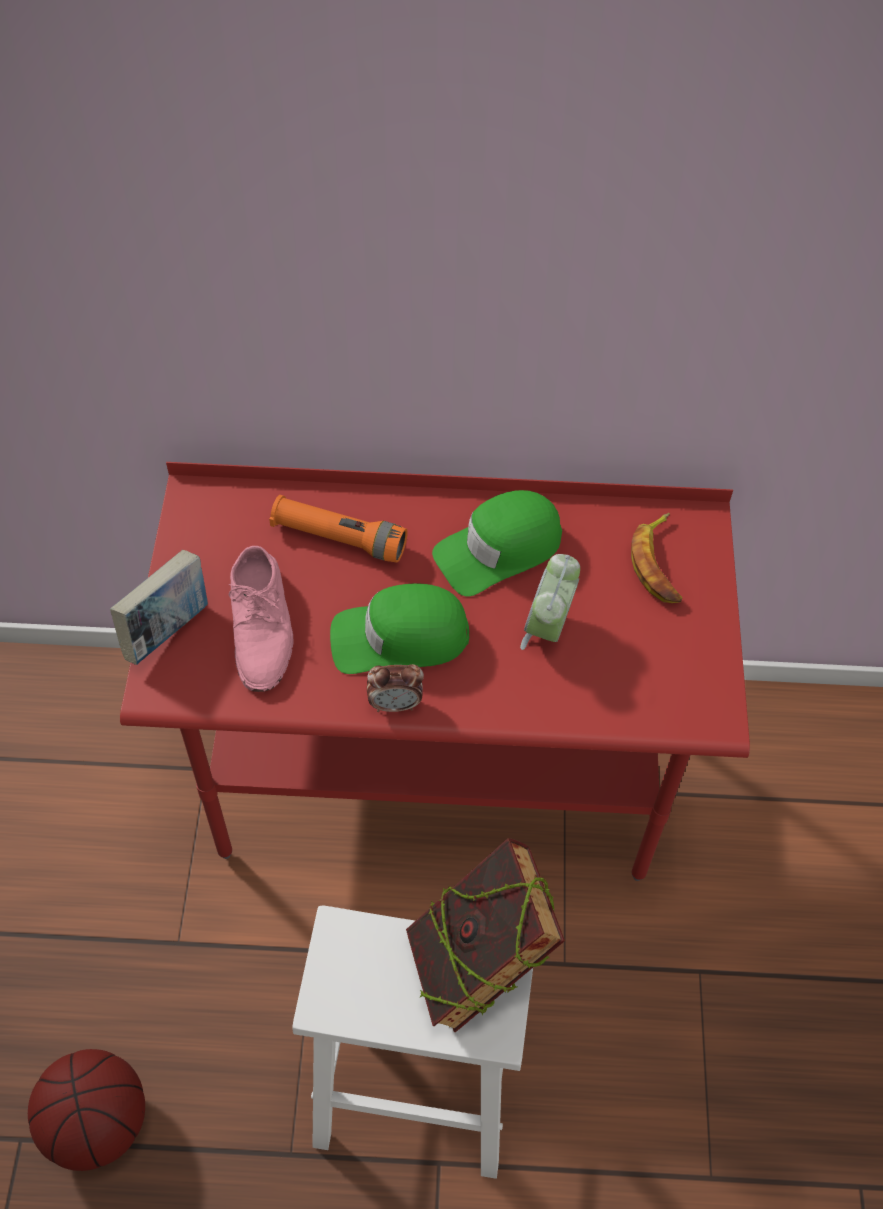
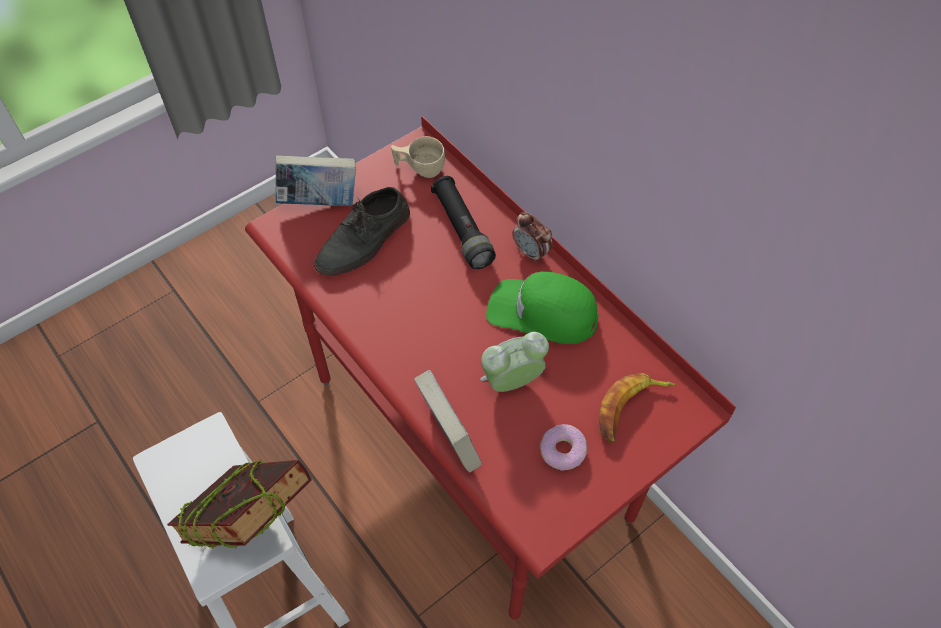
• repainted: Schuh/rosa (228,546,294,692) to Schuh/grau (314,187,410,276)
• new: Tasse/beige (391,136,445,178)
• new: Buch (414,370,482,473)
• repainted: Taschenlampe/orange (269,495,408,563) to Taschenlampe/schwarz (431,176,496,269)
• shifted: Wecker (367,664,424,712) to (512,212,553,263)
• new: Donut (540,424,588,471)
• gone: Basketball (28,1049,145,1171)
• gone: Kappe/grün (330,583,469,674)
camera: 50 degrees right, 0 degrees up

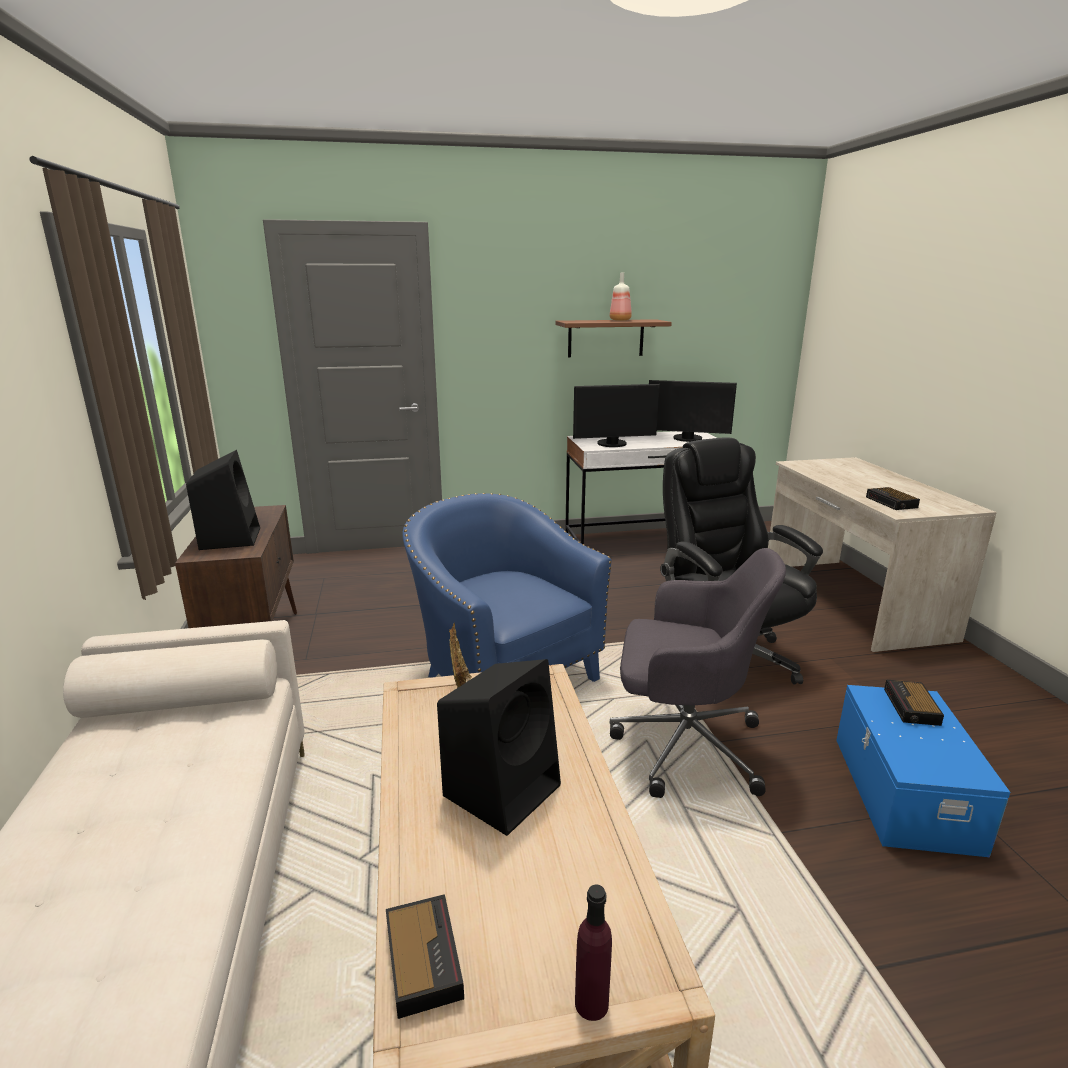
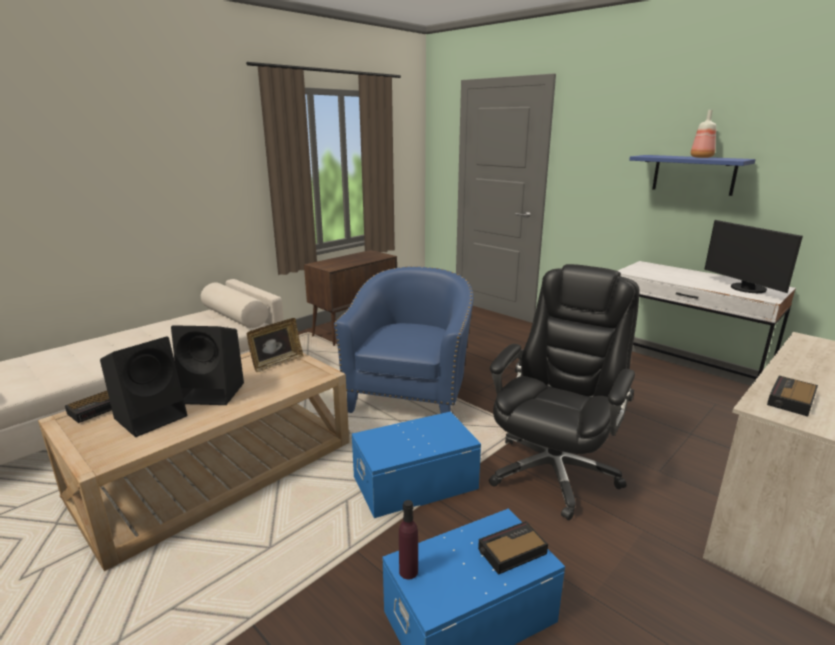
• shifted: Lautsprecher/schwarz (186,450,260,550) to (100,336,187,437)
• swapped: Bürostuhl/grau (610,548,786,798) to Aufbewahrungsbox/blau (352,411,481,518)
• shifted: Flasche/lila (575,884,612,1021) to (399,500,418,579)
• repainted: Wandregal/braun (556,319,672,357) to Wandregal/blau (629,155,756,196)
• gone: Monitor (573,384,660,447)
camera: 55 degrees right, 0 degrees up

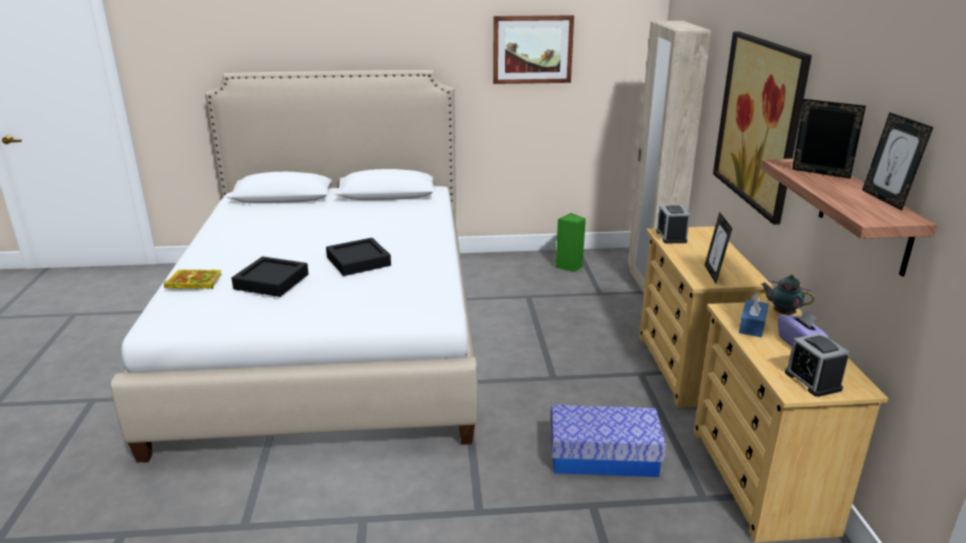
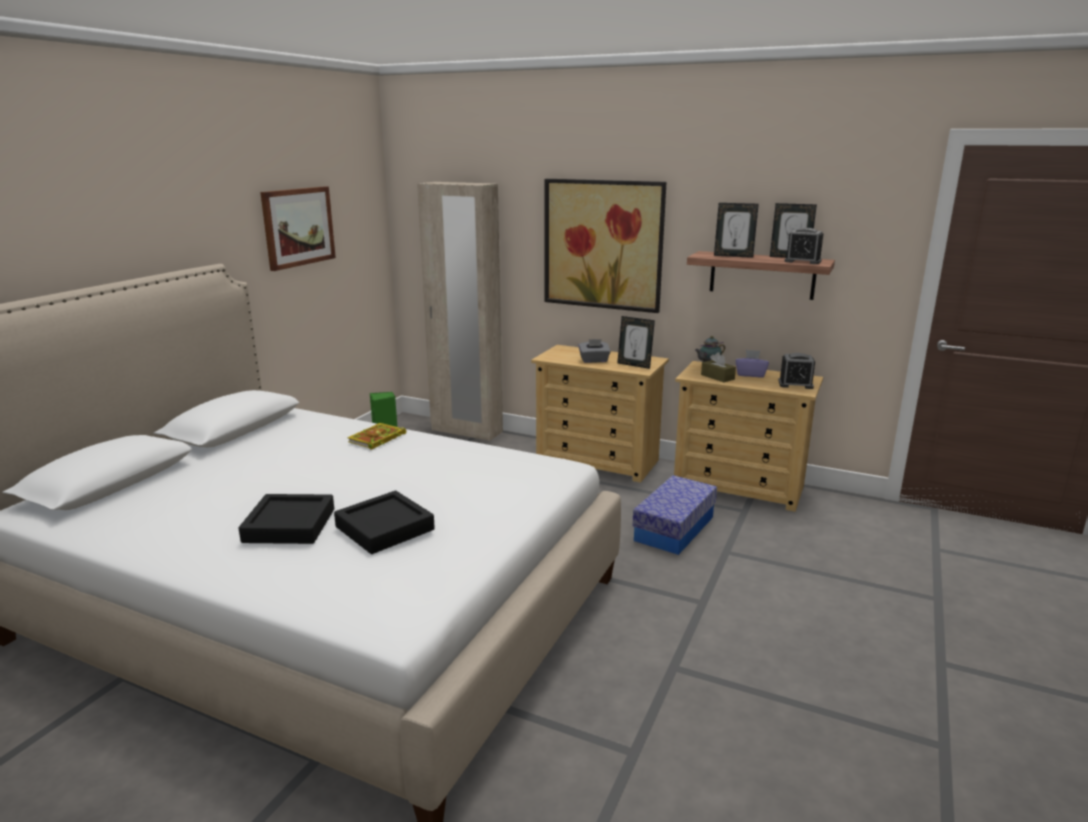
• shifted: Tablett/schwarz (326,238,391,276) to (239,494,334,544)
• shifted: Buch (164,269,223,289) to (347,423,406,449)
• new: Taschentuchbox/grau (578,339,611,363)
• repainted: Taschentuchbox/blau (739,294,768,337) to Taschentuchbox/braun (701,352,736,382)
• rotated: Bilderrahmen (792,99,866,179) = (714,203,759,258) 135 degrees counterclockwise
• shifted: Wecker (656,205,690,244) to (784,228,824,264)
camera: 60 degrees left, 5 degrees down

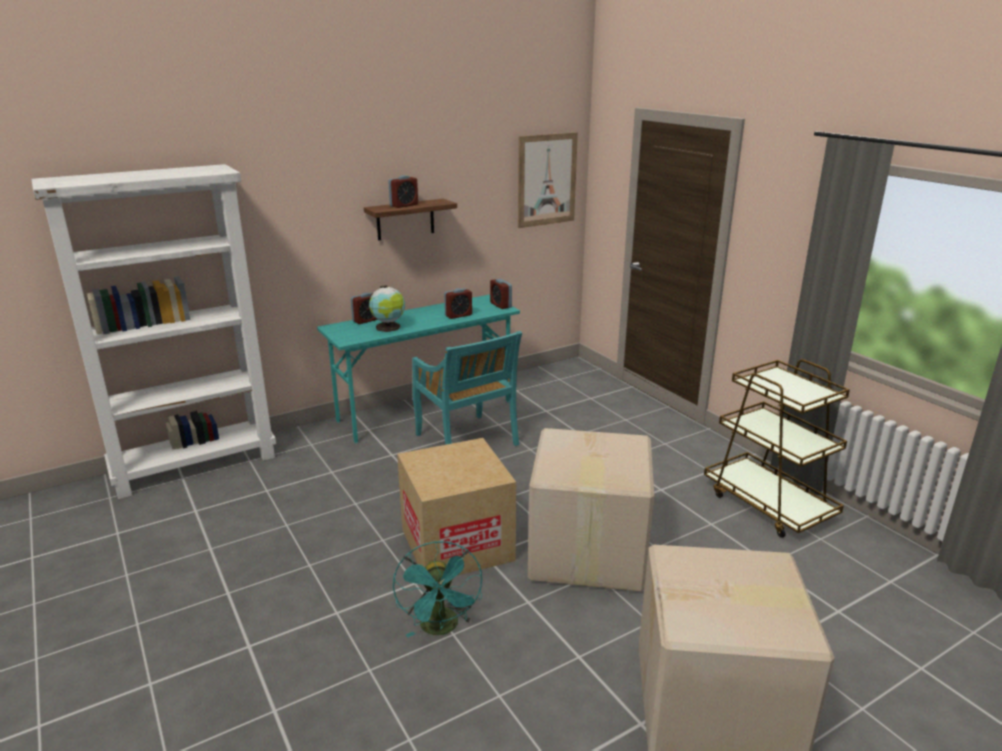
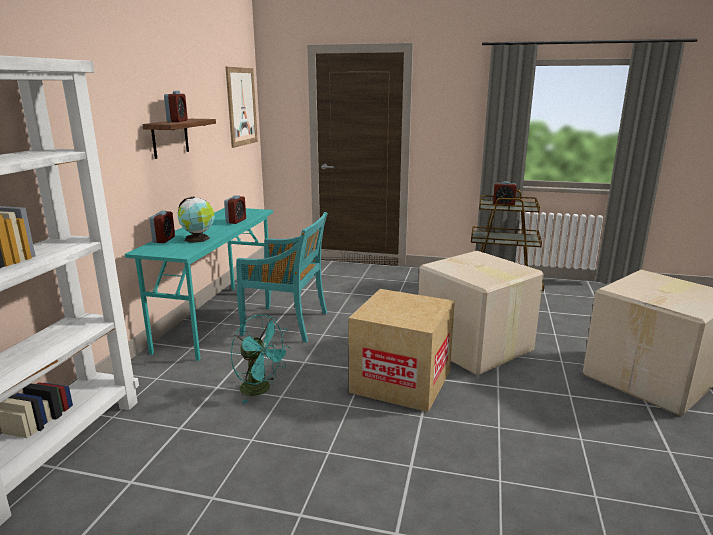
• shifted: Ventilator/türkis (393,541,482,638) to (231,315,291,404)
• shifted: Wecker (490,279,512,309) to (493,181,517,205)
camera: 45 degrees left, 5 degrees down

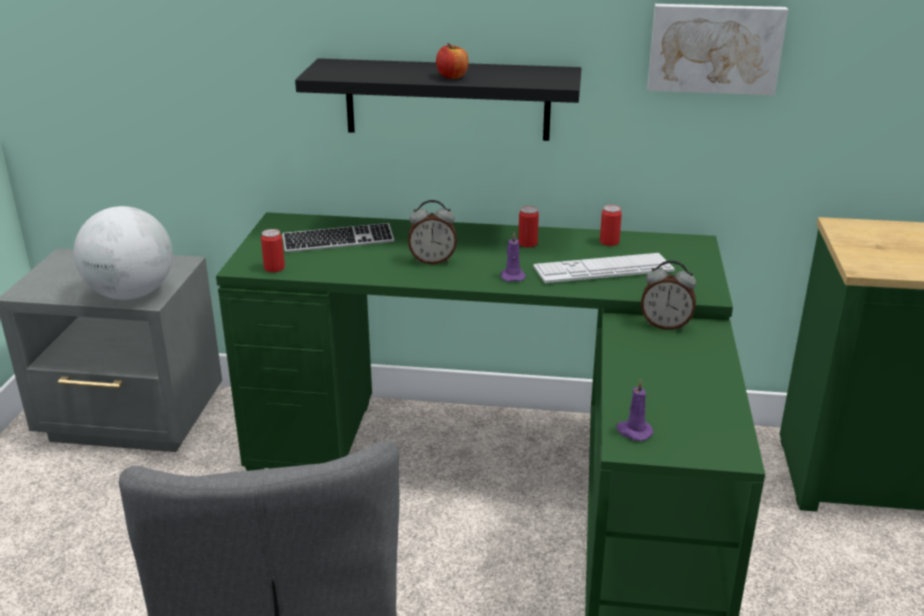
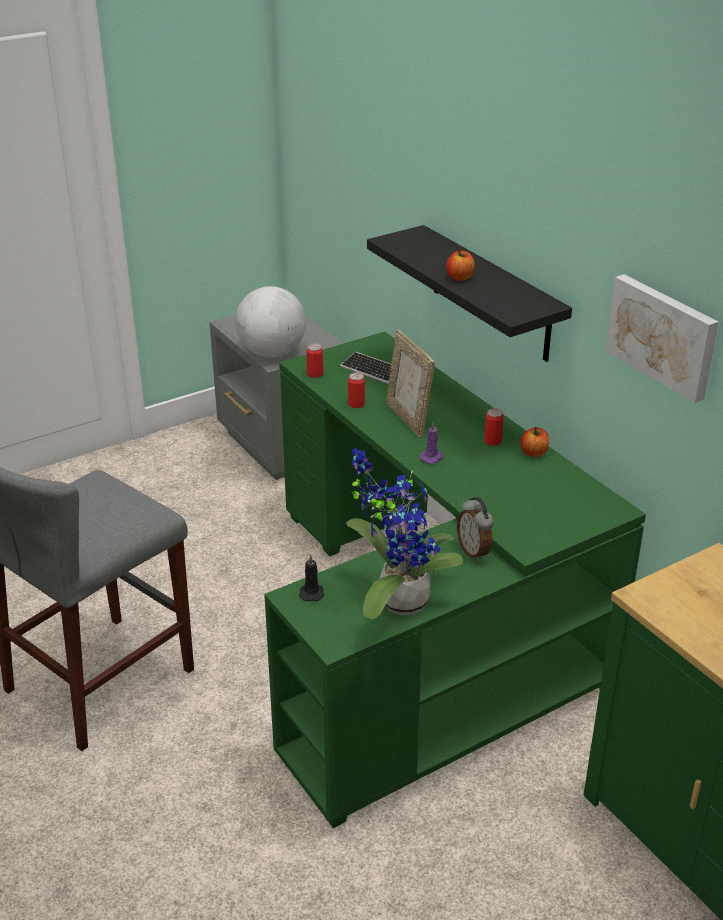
• repainted: Kerze/lila (616,379,654,441) to Kerze/schwarz (299,555,324,601)
• new: Topfpflanze (346,447,463,619)
• shifted: Dose (600,205,622,246) to (348,373,365,408)
• swapped: Wecker (408,200,457,265) to Bilderrahmen (386,330,435,438)
• new: Apfel (521,427,549,457)
• gone: Tastatur (533,253,675,283)
camera: 50 degrees right, 5 degrees up

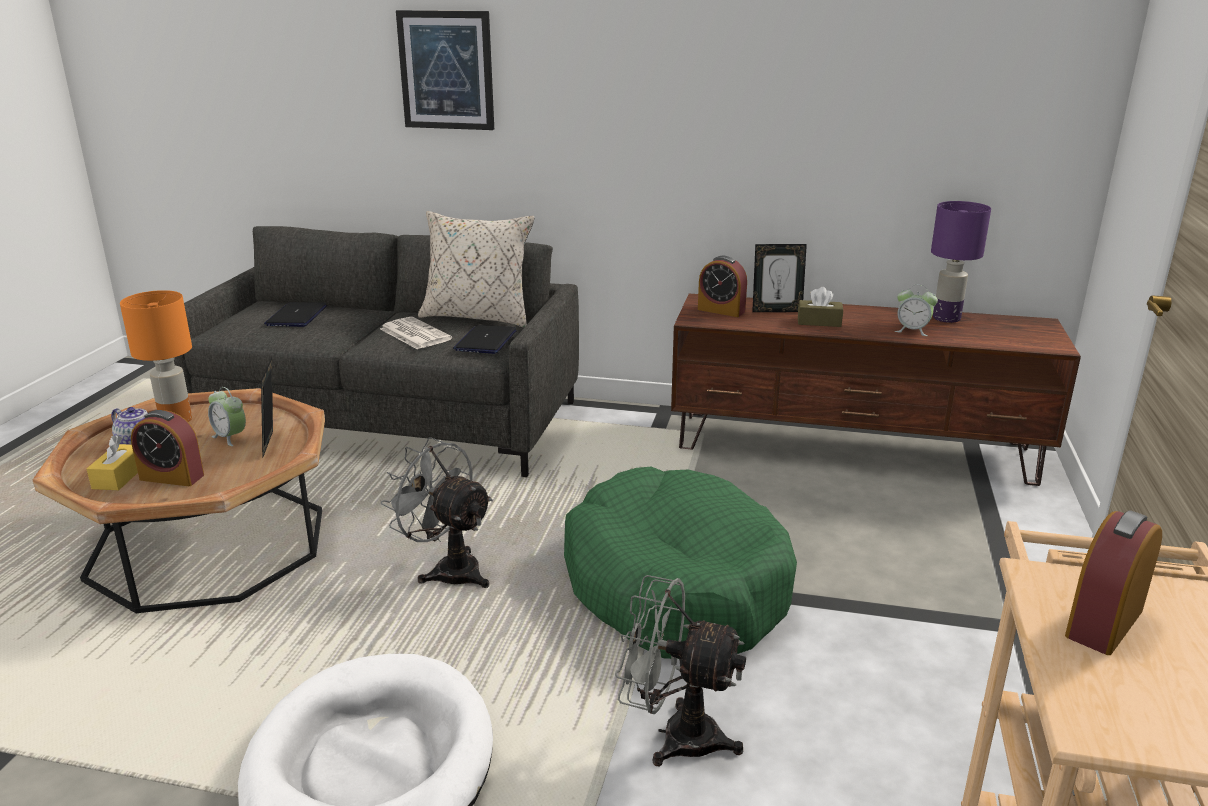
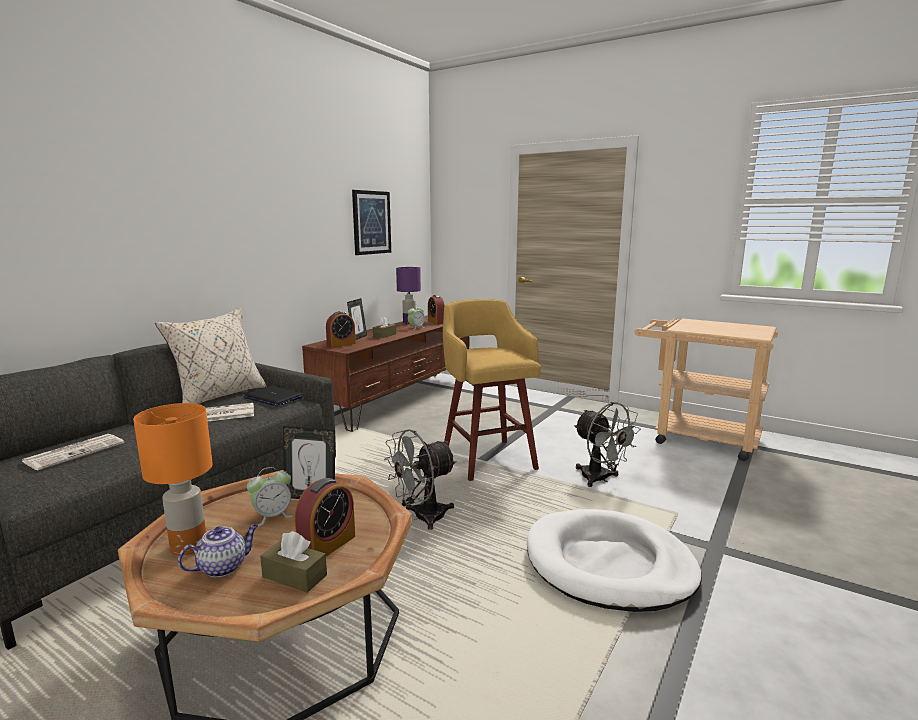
• swapped: Laptop (264,302,327,327) to Zeitung (22,434,124,470)
• repainted: Taschentuchbox/gelb (87,435,138,490) to Taschentuchbox/braun (260,531,327,593)
• shifted: Bild (396,10,494,130) to (352,190,391,255)
• shifted: Wecker (1065,510,1162,655) to (428,295,445,325)
• swapped: Hundebett/grün (564,467,797,659) to Hocker/gelb (443,299,541,481)
• rotated: Ventilator/grau (615,575,746,767) = (574,402,641,487) 75 degrees counterclockwise
camera: 70 degrees left, 10 degrees down

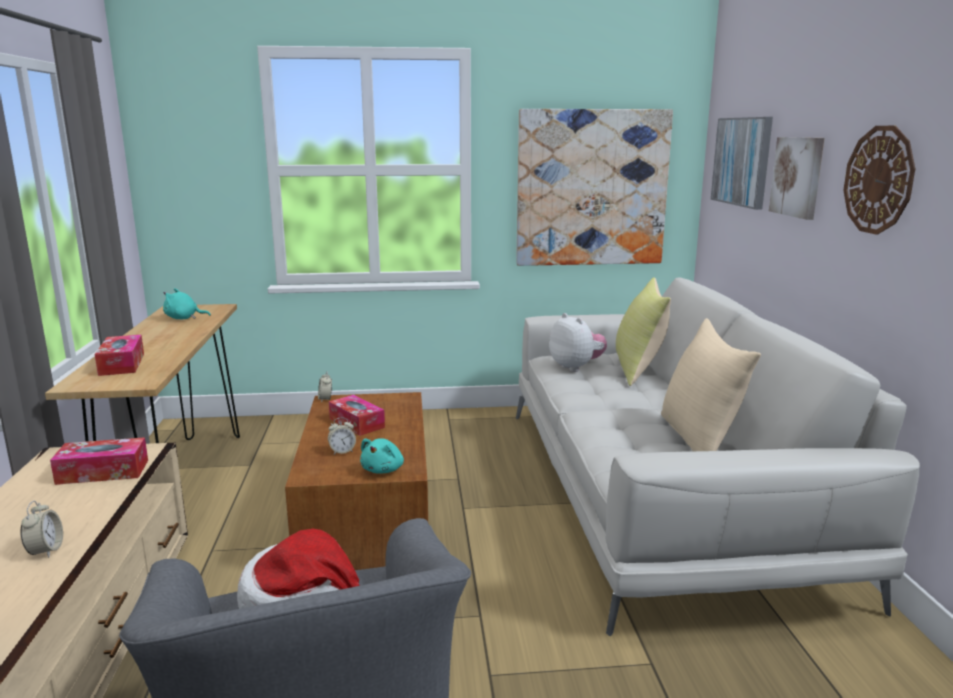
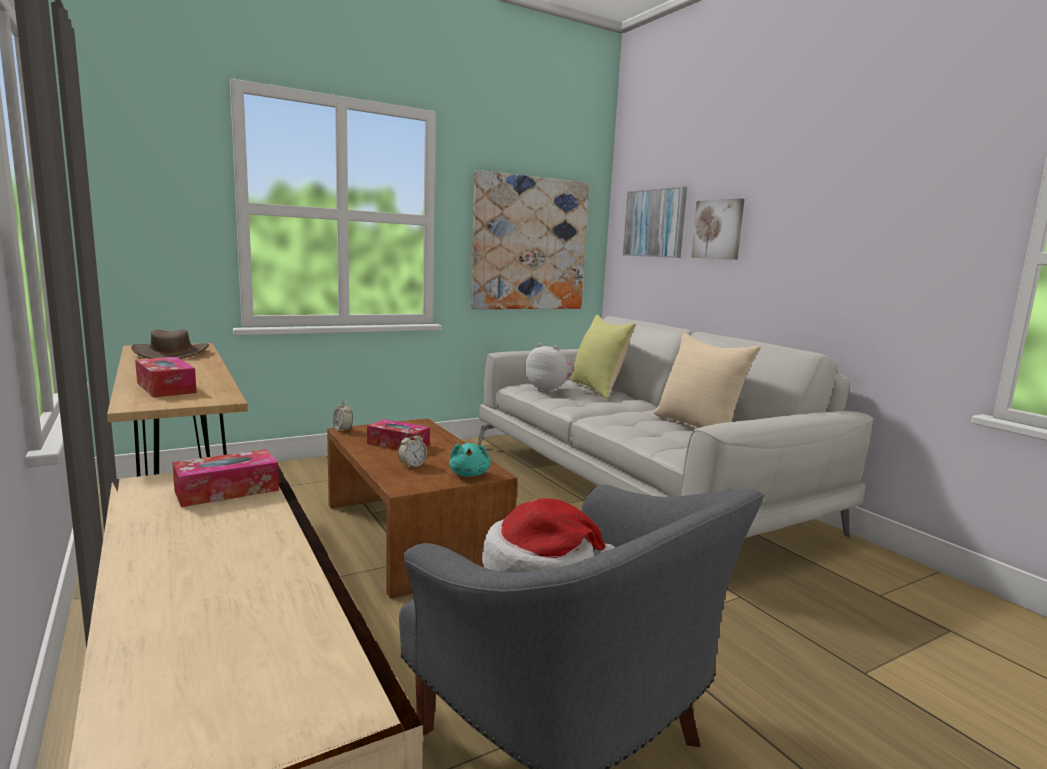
• swapped: Plüschtier/türkis (163,288,211,319) to Hut/braun (131,330,209,359)
• gone: Wecker (20,501,63,558)
• gone: Wanduhr (843,126,915,235)
camera: 25 degrees left, 5 degrees down

